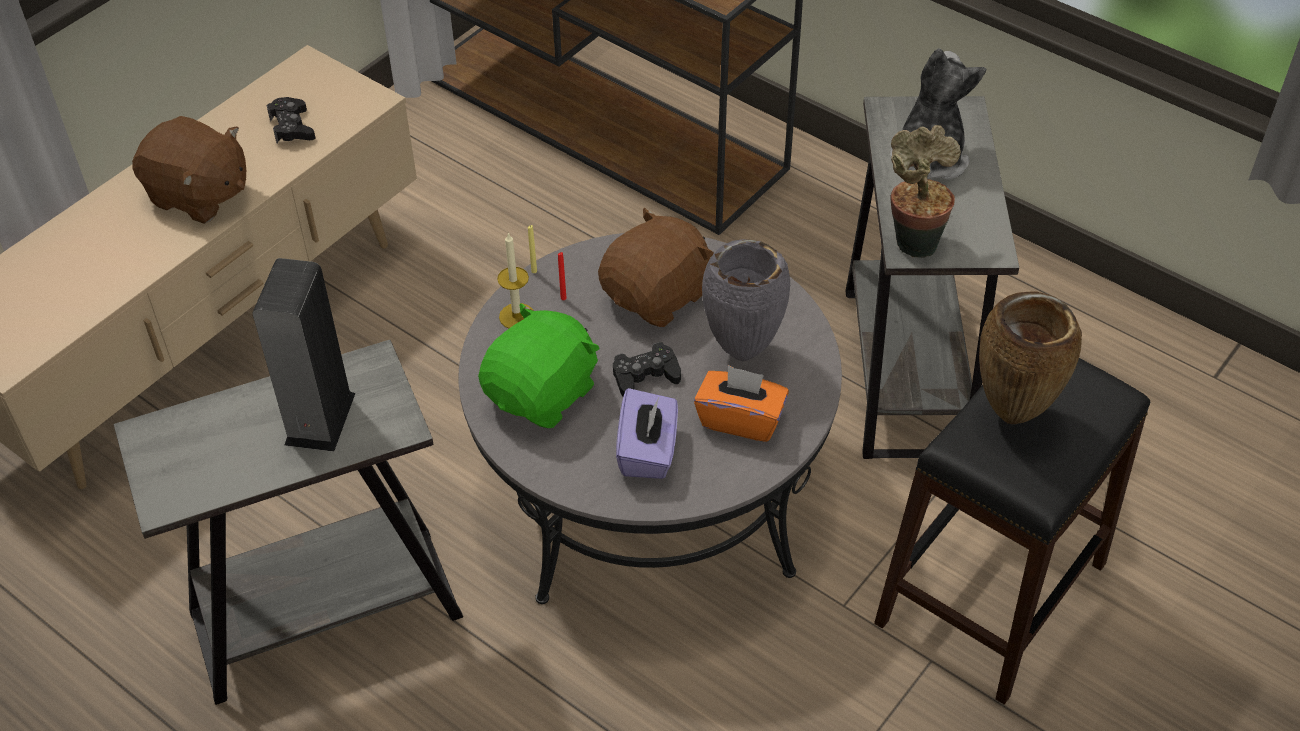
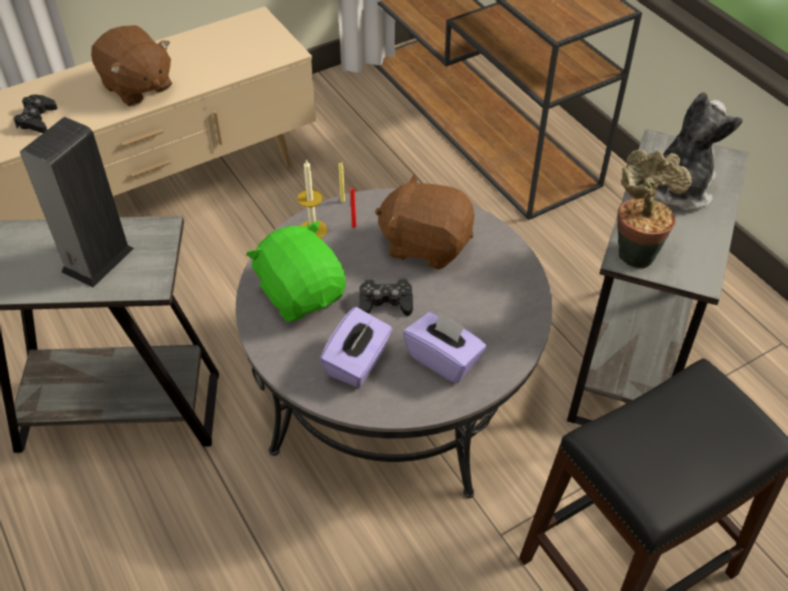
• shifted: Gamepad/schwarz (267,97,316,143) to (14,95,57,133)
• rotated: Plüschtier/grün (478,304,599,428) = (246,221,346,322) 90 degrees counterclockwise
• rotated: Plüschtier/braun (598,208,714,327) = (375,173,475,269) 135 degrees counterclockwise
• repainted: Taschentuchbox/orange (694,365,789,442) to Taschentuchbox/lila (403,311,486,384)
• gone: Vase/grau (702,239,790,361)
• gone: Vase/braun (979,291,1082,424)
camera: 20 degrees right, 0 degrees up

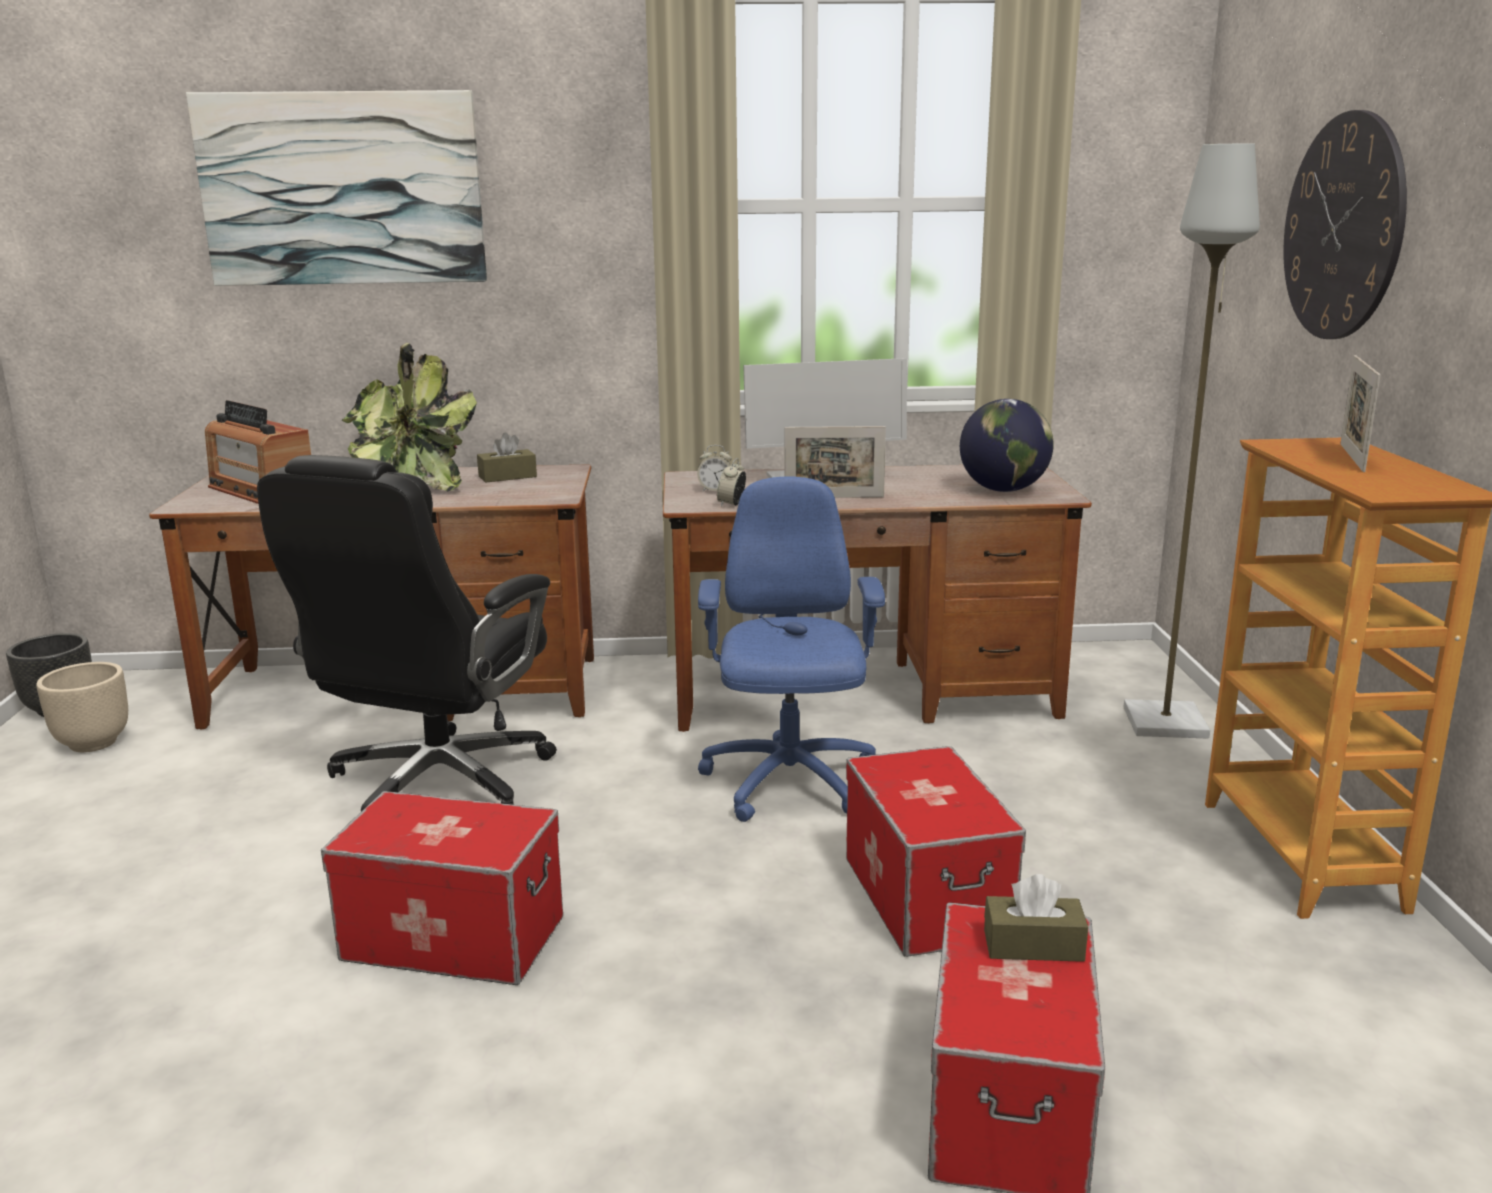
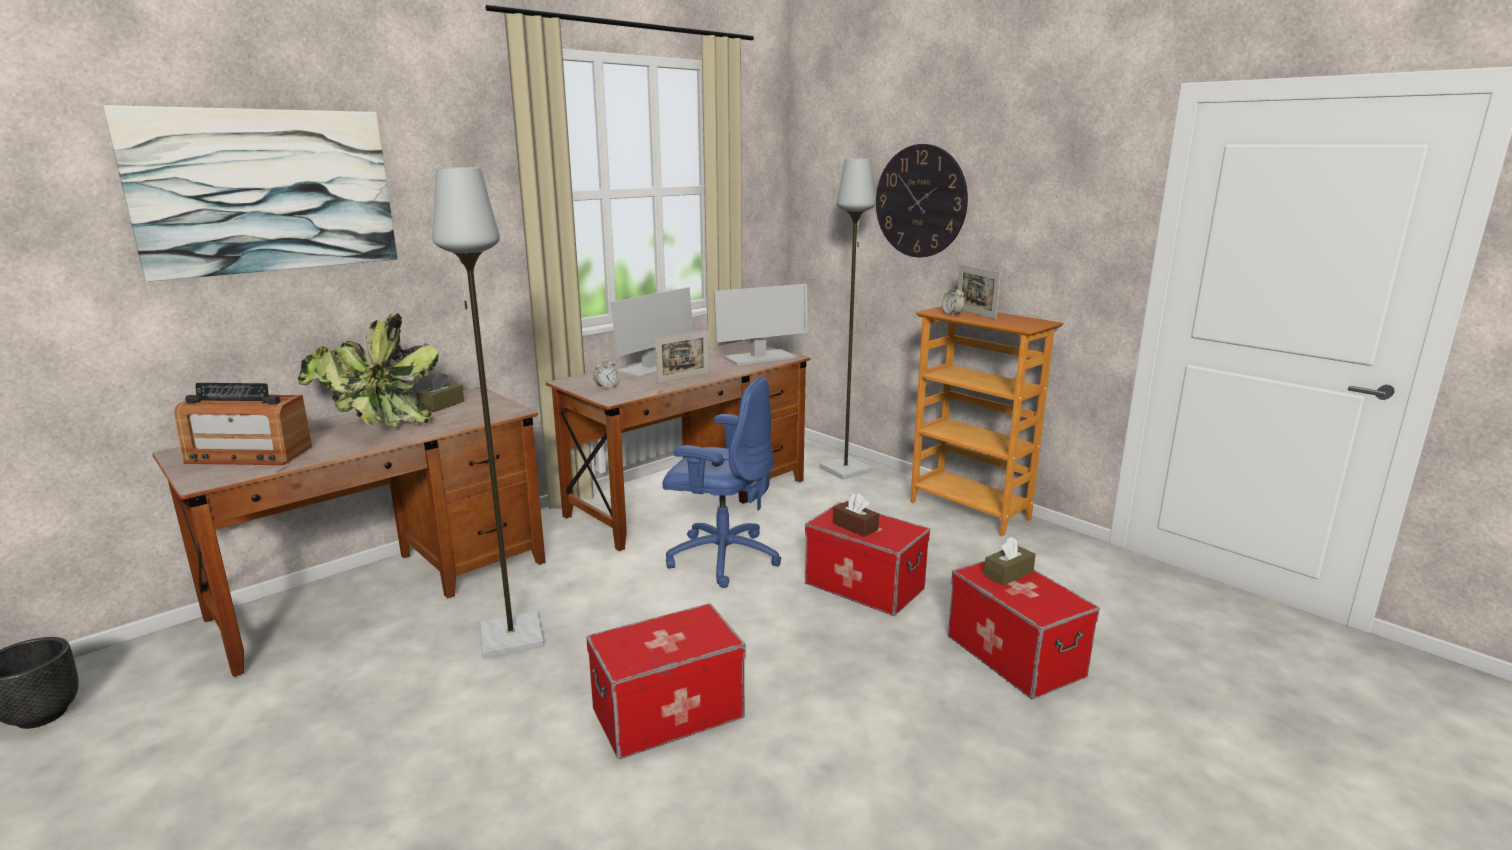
• swapped: Bürostuhl/schwarz (257,455,557,811) to Stehlampe/grau (432,167,544,658)
• rotated: Bürostuhl/blau (698,476,885,822) = (663,377,781,588) 150 degrees clockwise
• swapped: Globus (960,399,1054,492) to Monitor (714,284,808,365)
• new: Taschentuchbox/braun (833,493,879,537)
• shifted: Wecker (717,458,746,507) to (942,285,965,316)
• gone: Pflanzkübel/beige (36,662,128,752)
camera: 40 degrees left, 0 degrees up

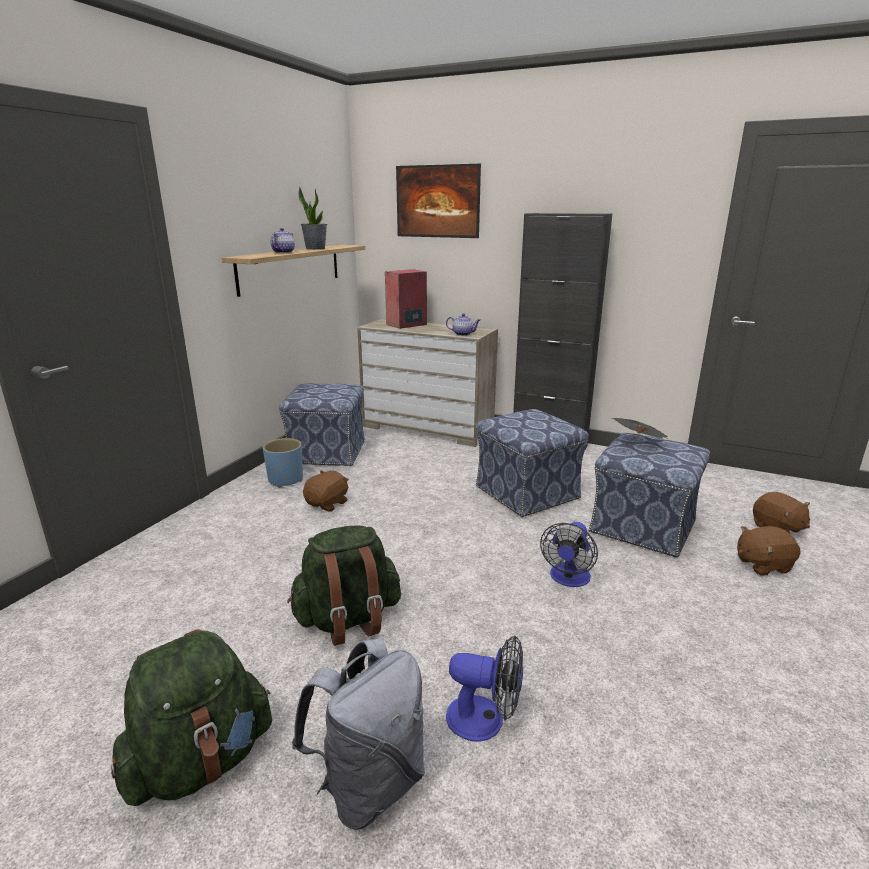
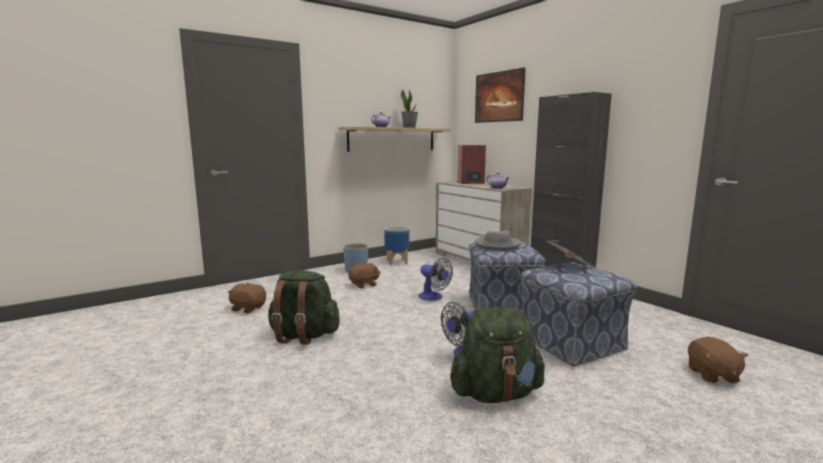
• shifted: Plüschtier/braun (737,526,800,576) to (228,283,266,313)
• swapped: Polsterhocker (279,383,365,466) to Pflanzkübel (384,226,409,265)
• shifted: Ventilator (446,636,523,741) to (418,258,453,301)
• shifted: Rucksack/grün (111,629,272,806) to (450,307,545,403)
• new: Hut/grau (475,230,521,251)
• gone: Rucksack/grau (292,638,425,830)
camera: 30 degrees right, 10 degrees down

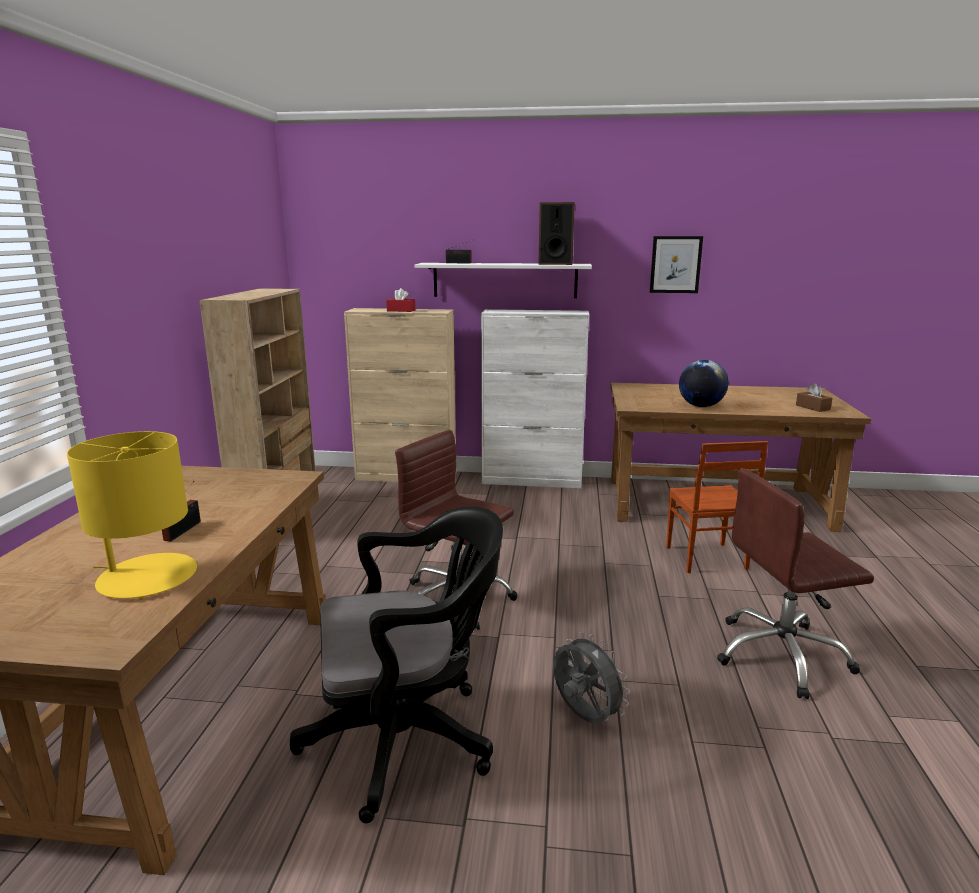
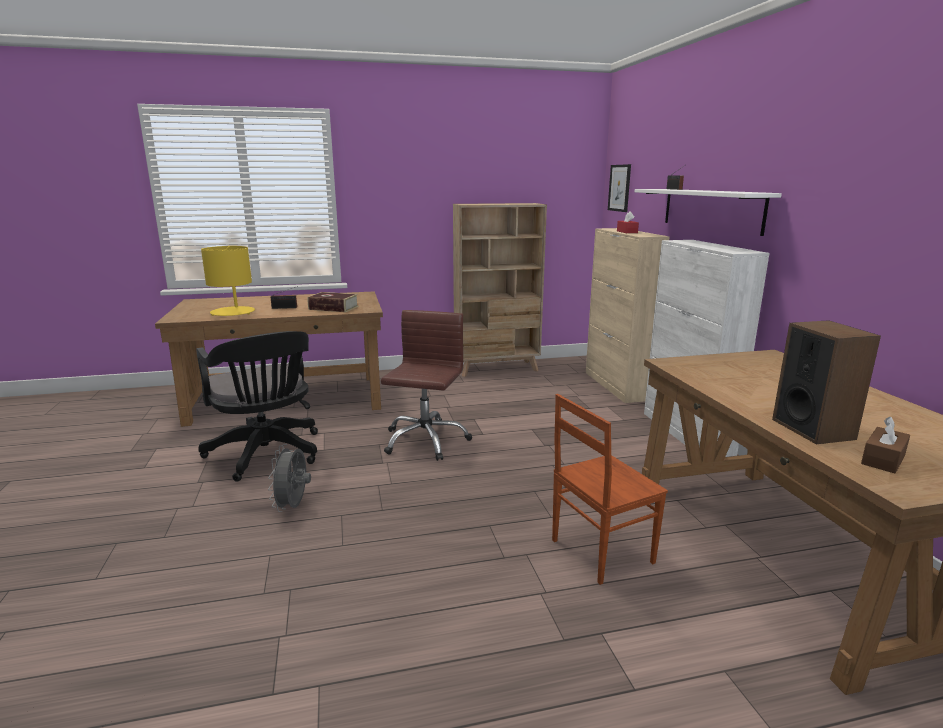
• rotated: Ventilator/grau (553,632,630,723) = (268,444,311,512) 150 degrees clockwise
• new: Buch (308,292,358,312)
• shifted: Bild (650,236,703,293) to (608,164,631,212)
• shifted: Lautsprecher (538,202,575,265) to (772,320,881,444)
• gone: Globus (679,360,728,407)
• gone: Bürostuhl/braun (717,468,874,699)
camera: 70 degrees right, 0 degrees up

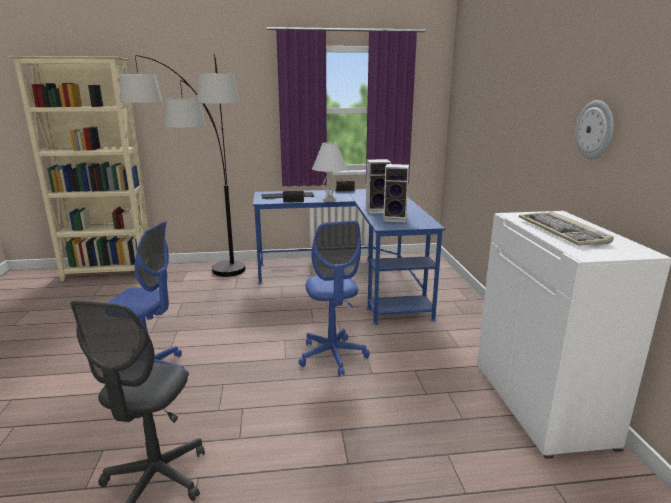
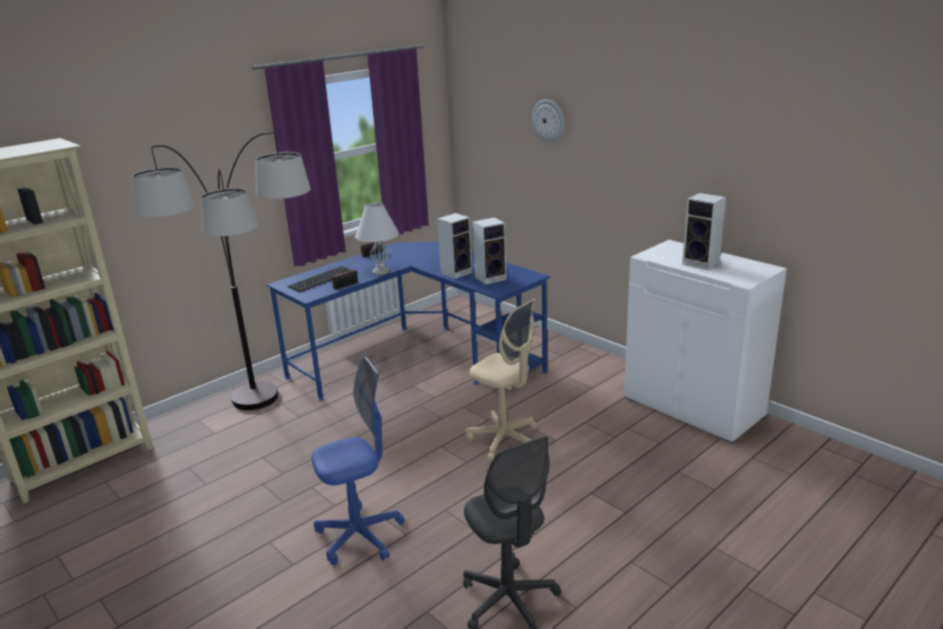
• repainted: Bürostuhl/blau (299,221,370,376) to Bürostuhl/beige (466,298,537,461)
• shifted: Wanduhr (575,100,614,159) to (532,99,564,142)
• swapped: Tastatur (519,212,614,246) to Lautsprecher (682,193,726,270)
camera: 35 degrees left, 5 degrees up

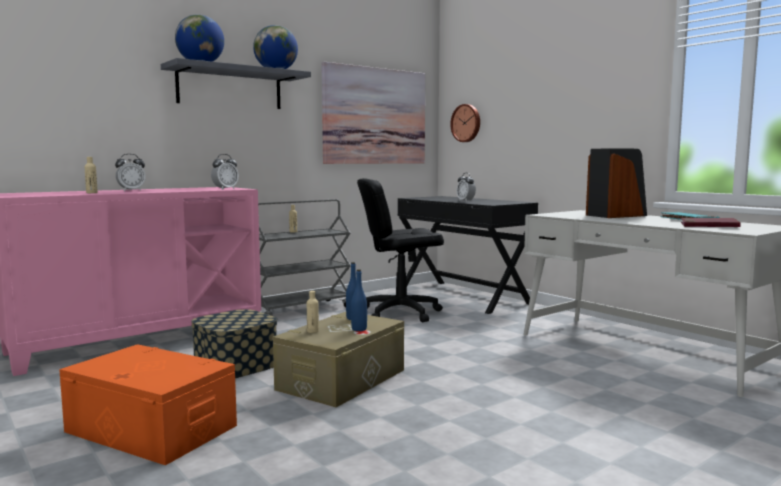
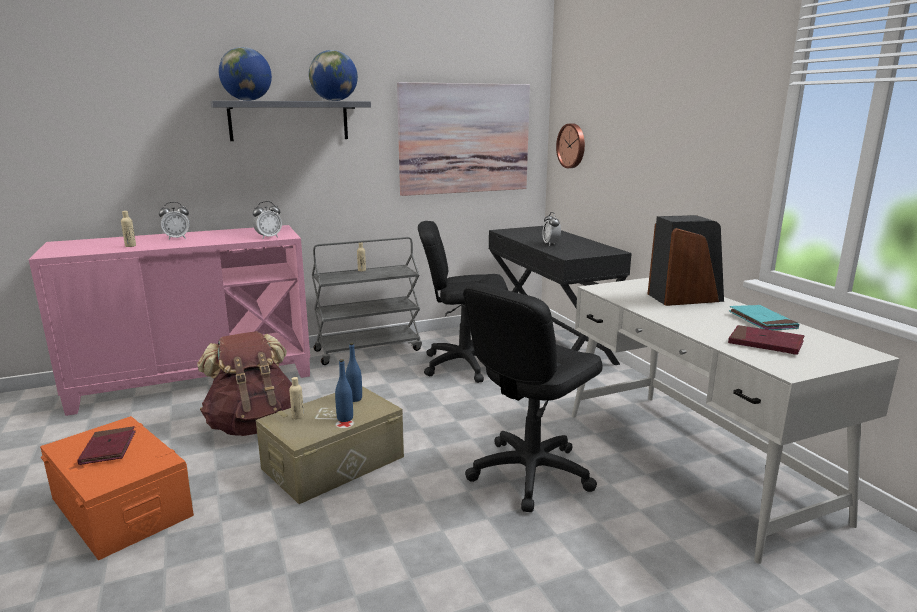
• new: Buch/rot (77,426,136,465)
• swapped: Aufbewahrungsbox (191,309,277,378) to Rucksack/braun (197,331,292,436)
• new: Bürostuhl/schwarz (463,283,603,512)
camera: 15 degrees right, 10 degrees up

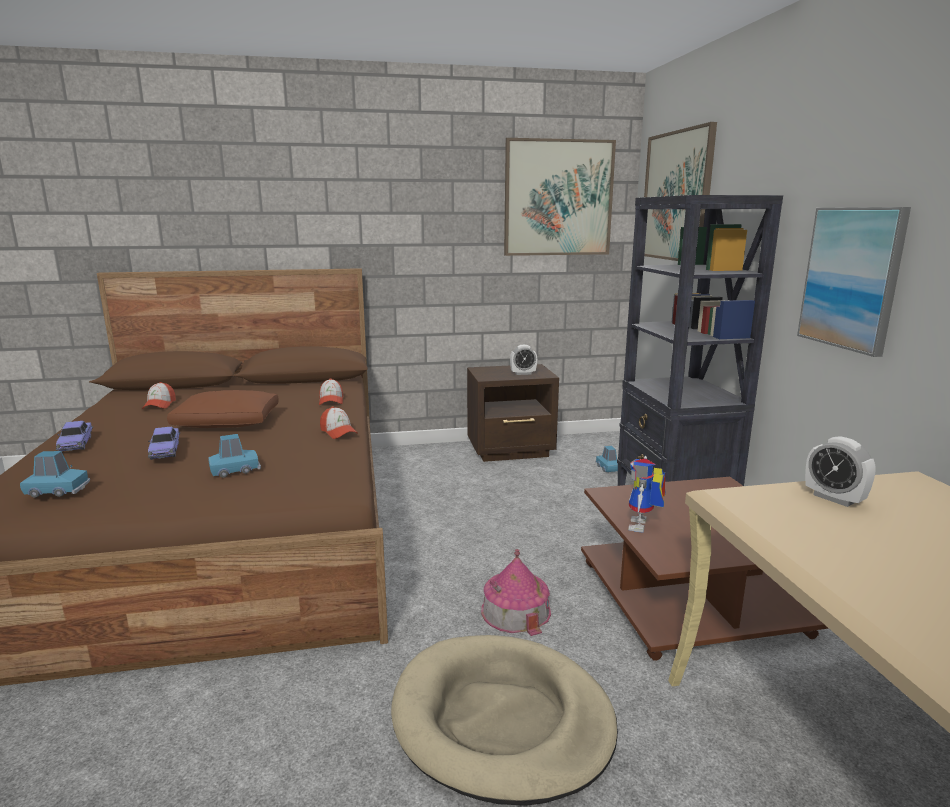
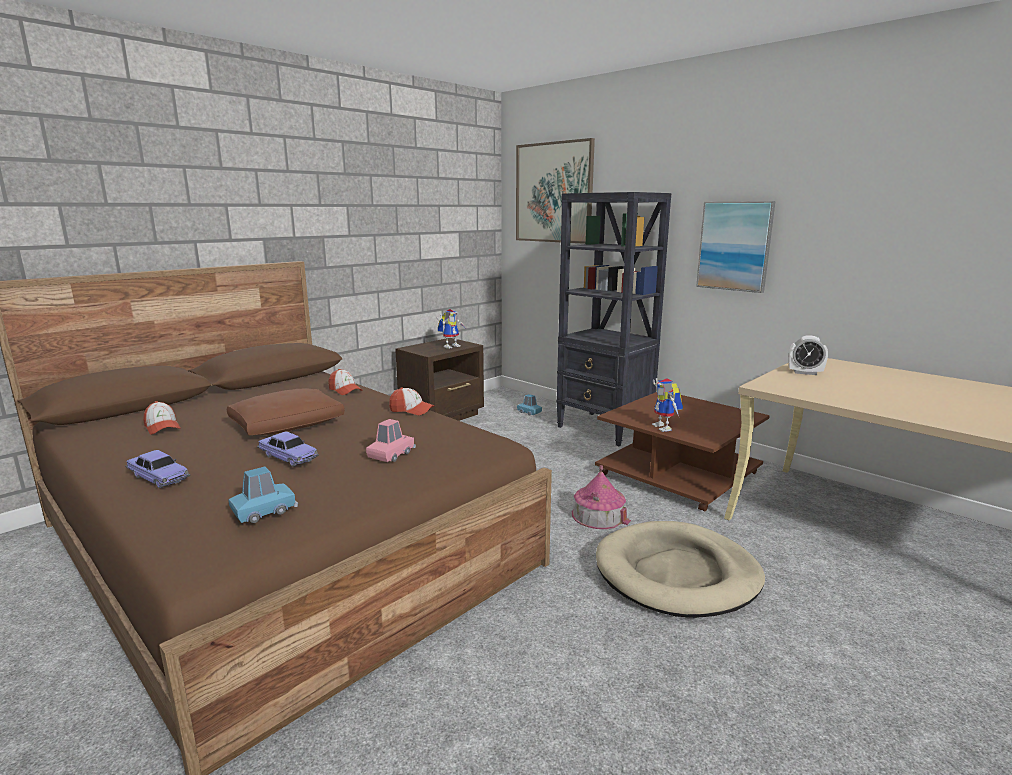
• repainted: Spielzeugauto/blau (208,434,261,478) to Spielzeugauto/rosa (366,419,416,462)
• swapped: Wecker (510,345,537,375) to Spielzeugroboter (437,309,466,349)
• gone: Bild (504,138,616,256)
camera: 35 degrees left, 0 degrees up

